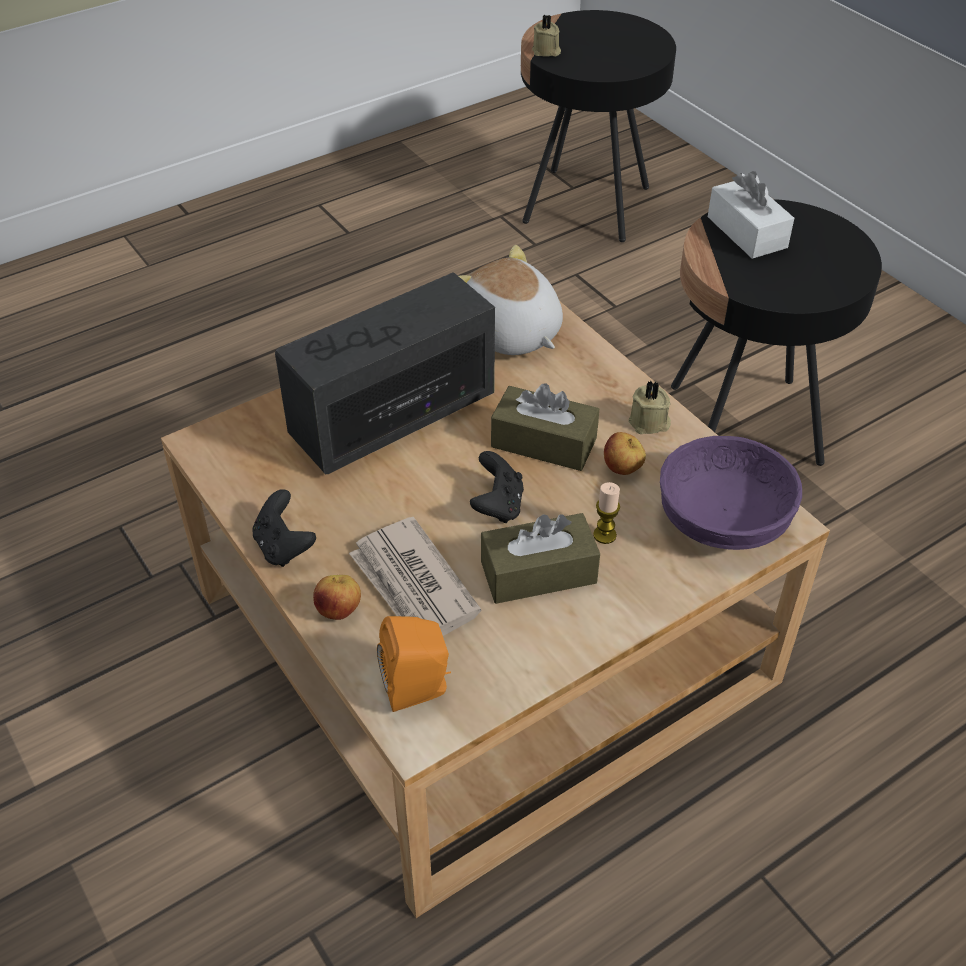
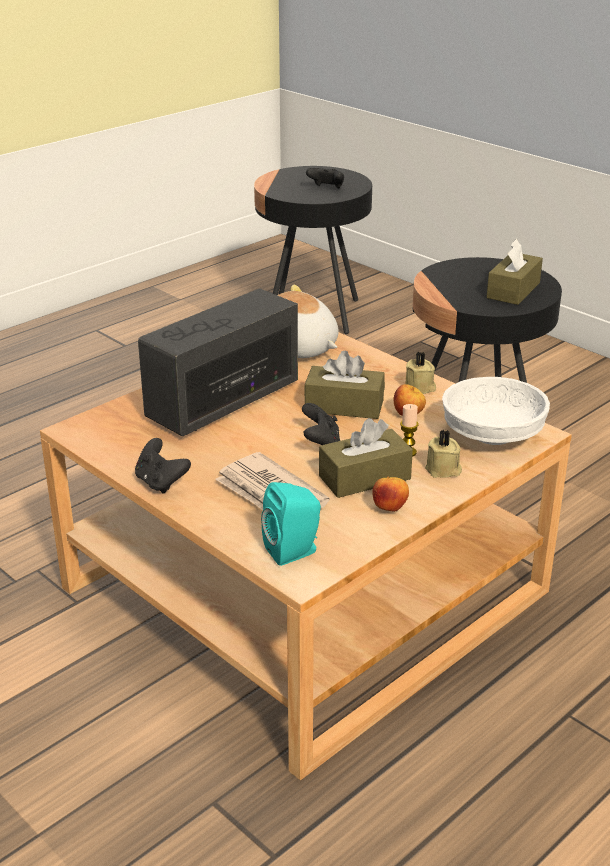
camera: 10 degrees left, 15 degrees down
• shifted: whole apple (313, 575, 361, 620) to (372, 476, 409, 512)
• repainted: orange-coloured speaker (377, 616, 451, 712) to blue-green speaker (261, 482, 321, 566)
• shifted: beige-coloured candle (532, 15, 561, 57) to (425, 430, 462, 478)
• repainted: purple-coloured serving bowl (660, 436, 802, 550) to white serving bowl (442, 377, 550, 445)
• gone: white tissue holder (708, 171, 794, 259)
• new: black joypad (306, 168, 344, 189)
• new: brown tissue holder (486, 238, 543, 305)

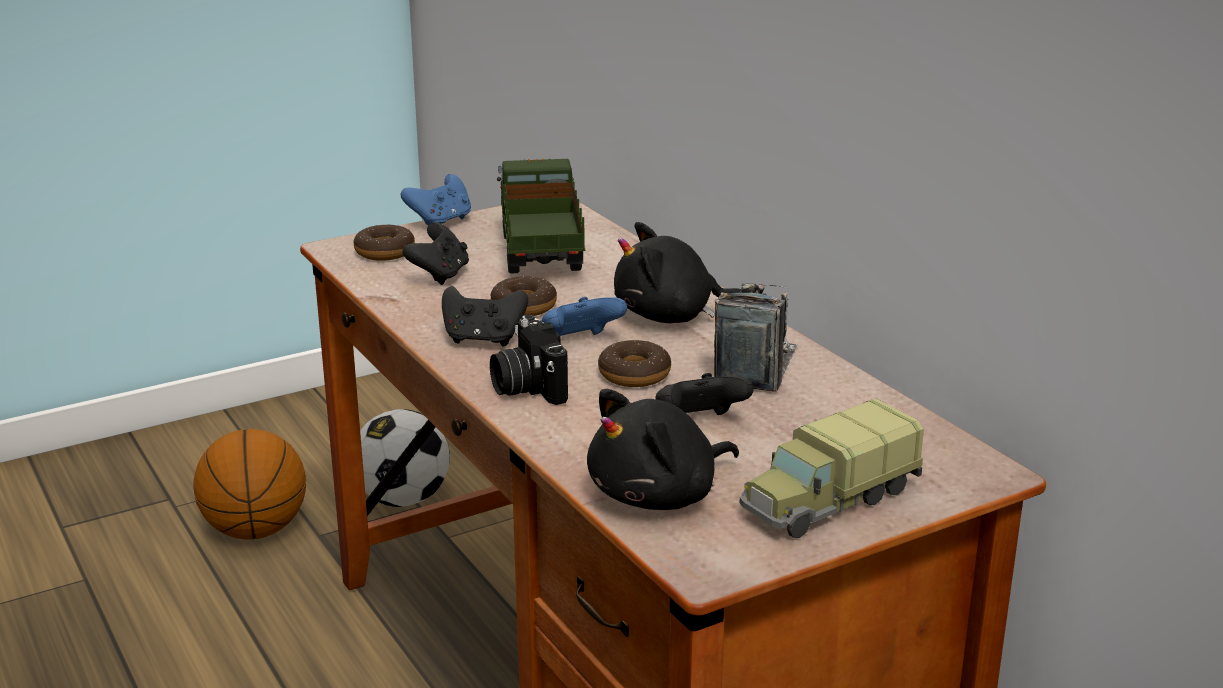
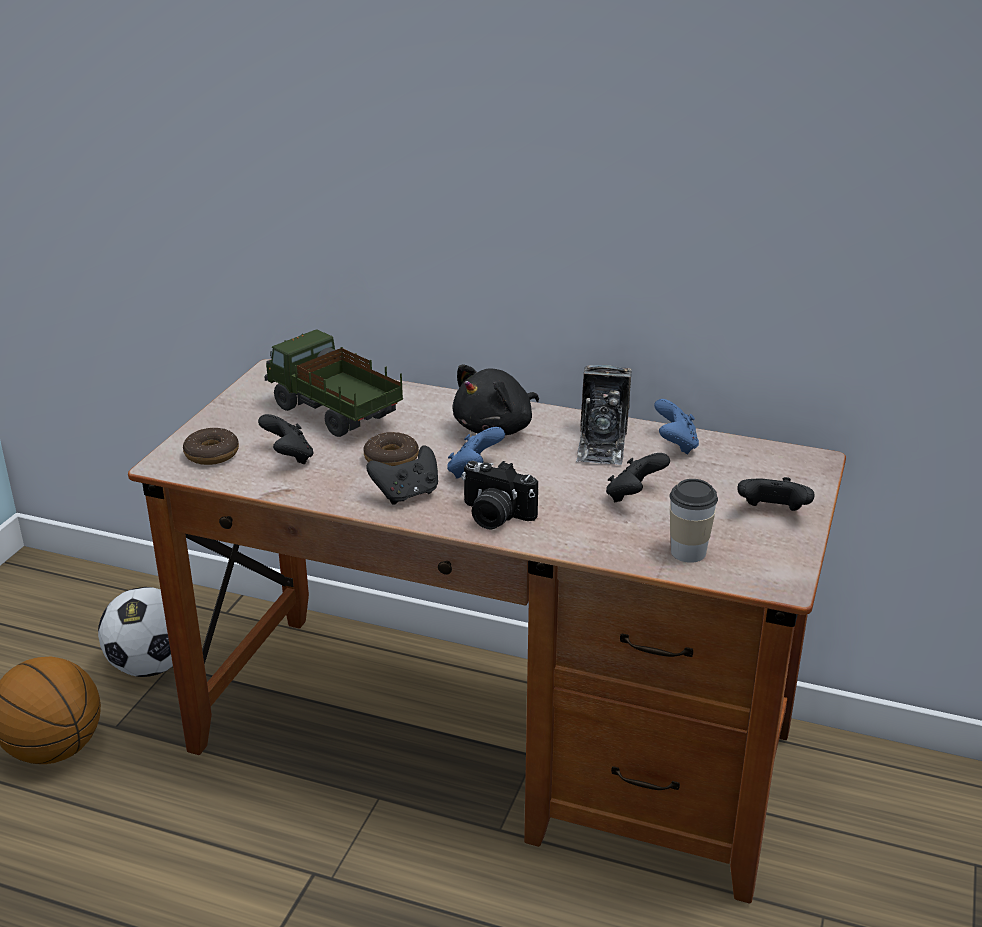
camera: 40 degrees left, 5 degrees up
• shifted: blue-coloured joypad (401, 174, 471, 225) to (654, 399, 699, 455)
• swapped: black plush toy (587, 389, 739, 510) to small cup (669, 479, 718, 563)
• gone: donut (598, 340, 671, 387)
• rotated: photo camera (714, 283, 798, 392) = (576, 365, 632, 465) 150 degrees counterclockwise
• swapped: toy lorry (740, 399, 924, 538) to black joypad (737, 477, 815, 511)

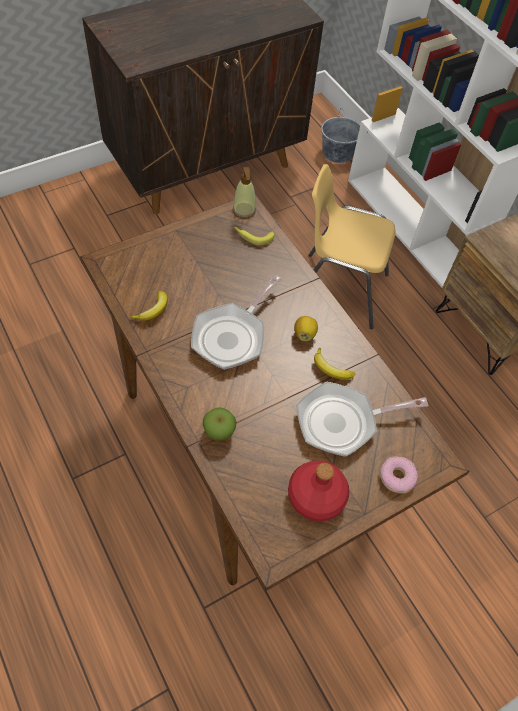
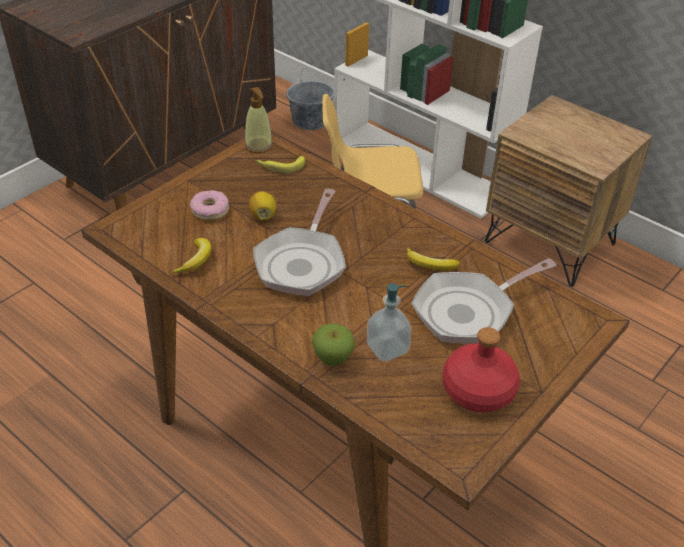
camera: 15 degrees left, 15 degrees down
• shifted: lemon (294, 316, 318, 341) to (249, 192, 277, 220)
• shifted: donut (380, 456, 418, 494) to (190, 190, 229, 220)
• new: liquid soap bottle (367, 283, 412, 362)

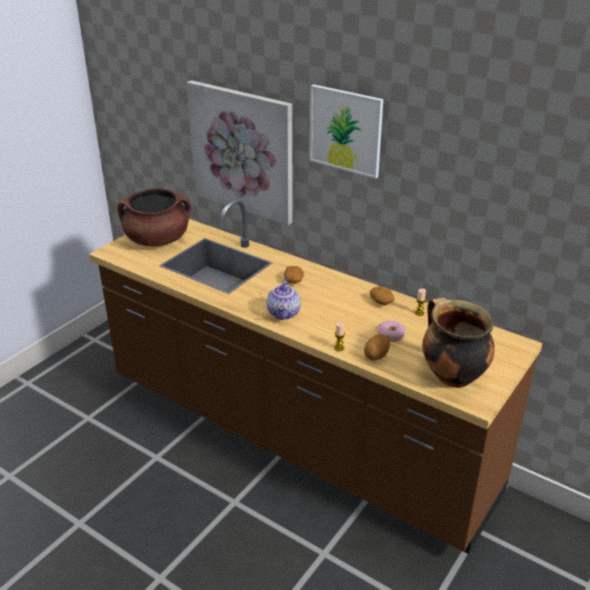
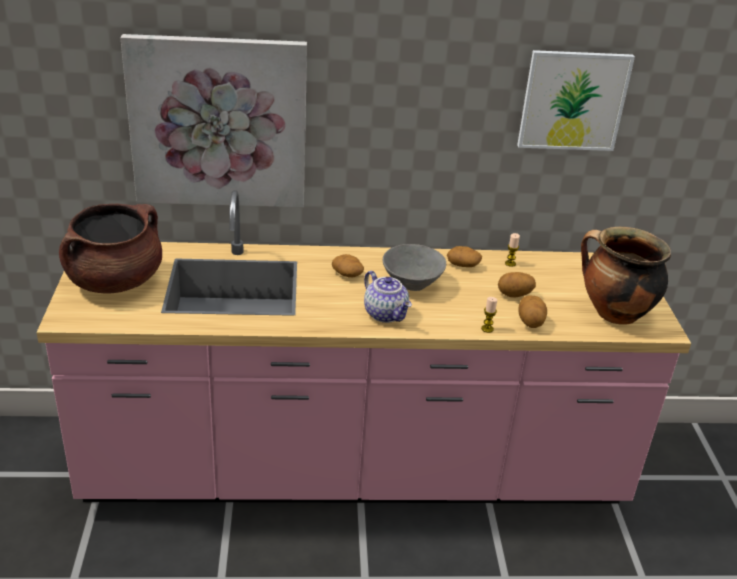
camera: 40 degrees left, 0 degrees up
• repainted: brown kitchen base unit (89, 200, 542, 554) to pink-coloured kitchen base unit (36, 190, 691, 504)
• shifted: wall art (310, 84, 383, 179) to (517, 50, 635, 151)
• swapped: donut (378, 321, 405, 342) to whole potato (498, 272, 536, 298)
• new: gray serving bowl (383, 244, 446, 291)

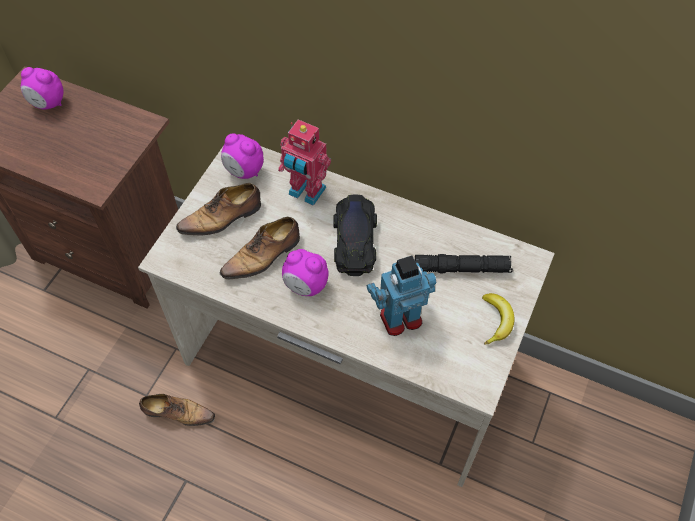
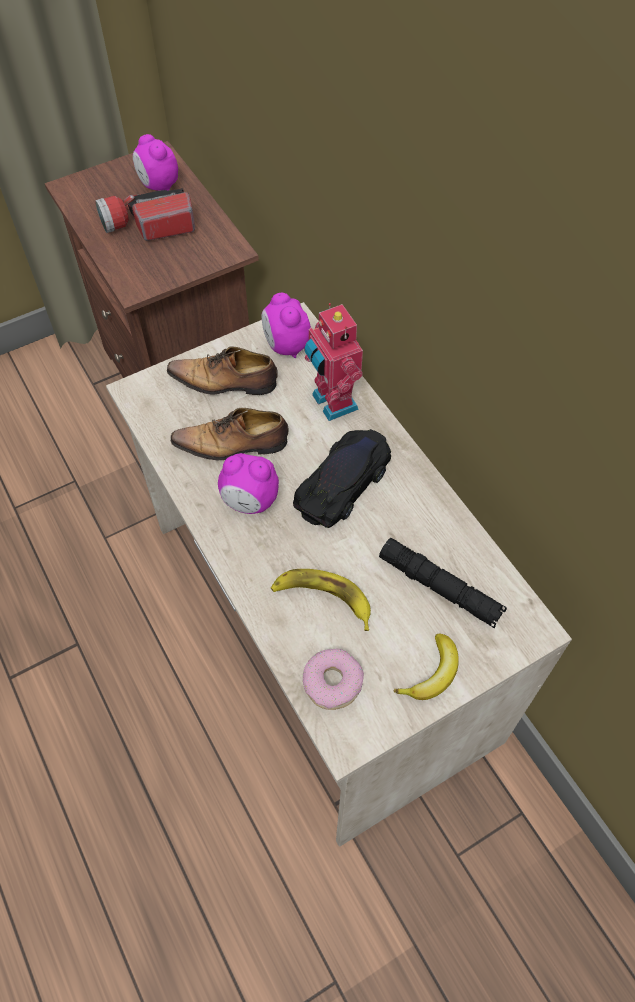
camera: 35 degrees right, 0 degrees up
• gone: item of footwear (139, 394, 215, 426)
• rotated: bedside clock (282, 249, 329, 296) = (218, 453, 279, 514) 45 degrees counterclockwise
• swapped: model robot (367, 256, 436, 336) to whole banana (271, 569, 371, 631)
• new: torch (95, 188, 195, 241)
• new: donut (302, 649, 364, 710)

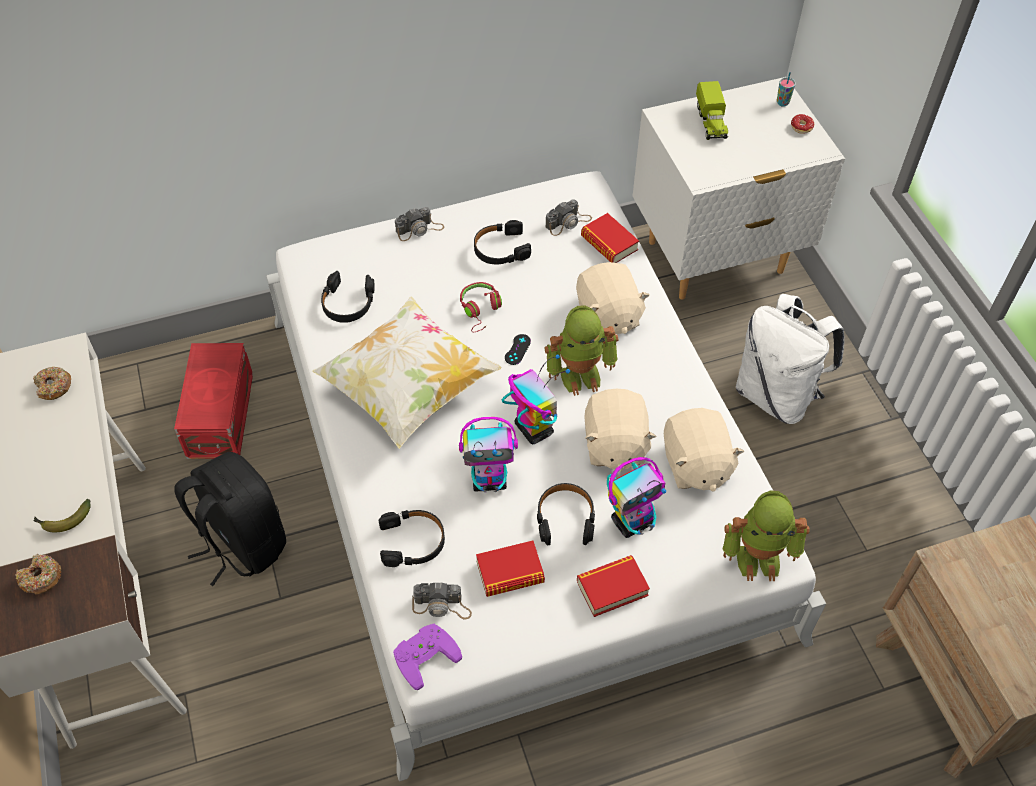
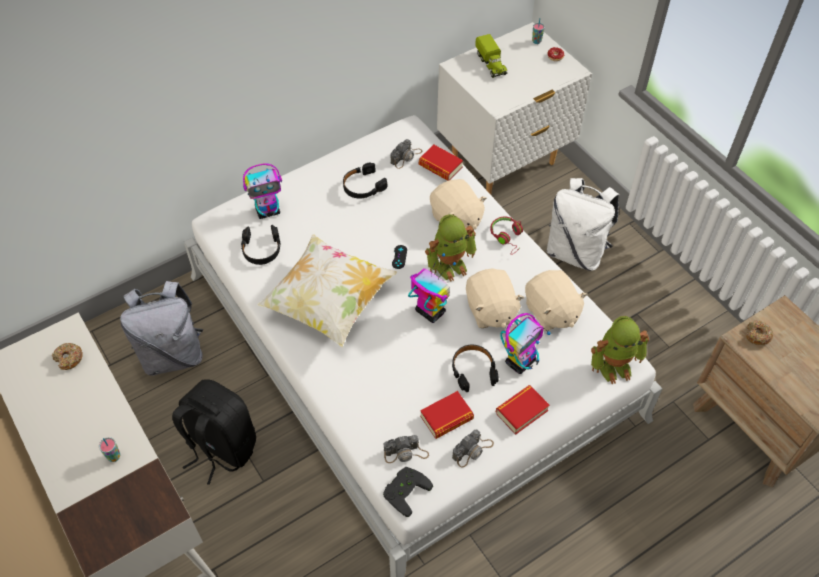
camera: 15 degrees left, 0 degrees up
• shifted: donut (15, 554, 61, 594) to (746, 321, 773, 345)
• swapped: whole banana (33, 499, 91, 532) to small cup (99, 437, 120, 462)
• swapped: reddish storage container (174, 343, 253, 459) to gray backpack (120, 281, 203, 376)
• gone: black pair of headphones (379, 510, 445, 567)
• repainted: purple-coloured joypad (393, 624, 462, 690) to black joypad (383, 467, 433, 517)
• shifted: photo camera (395, 207, 444, 241) to (452, 430, 494, 468)
• shifted: model robot (459, 417, 518, 493) to (243, 164, 282, 219)
• shifted: reddish pair of headphones (460, 282, 502, 332) to (490, 216, 523, 255)

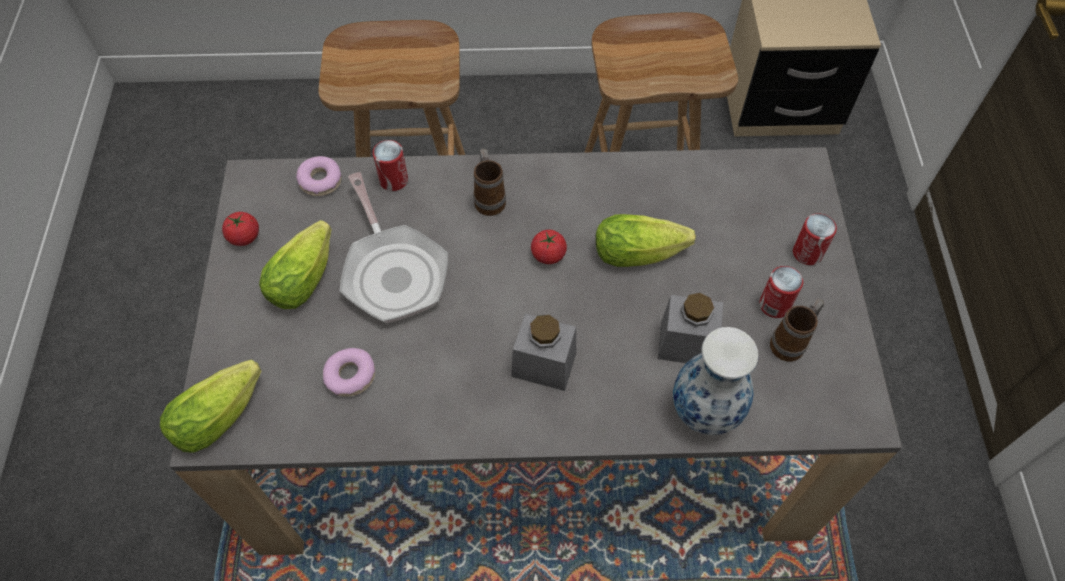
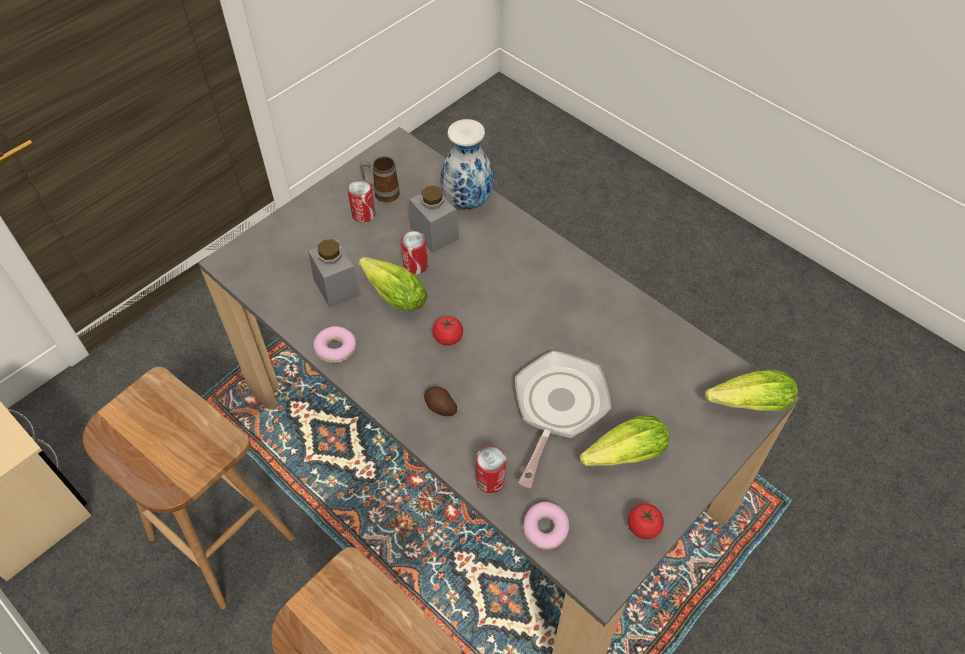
camera: 135 degrees left, 5 degrees down
• shifted: donut (323, 348, 375, 397) to (313, 326, 356, 363)
• swapped: coffee mug (474, 149, 506, 216) to whole potato (424, 386, 457, 416)
• shifted: gray preserve jar (511, 314, 576, 391) to (308, 239, 361, 308)
• shifted: metal can (793, 213, 837, 265) to (401, 231, 428, 275)

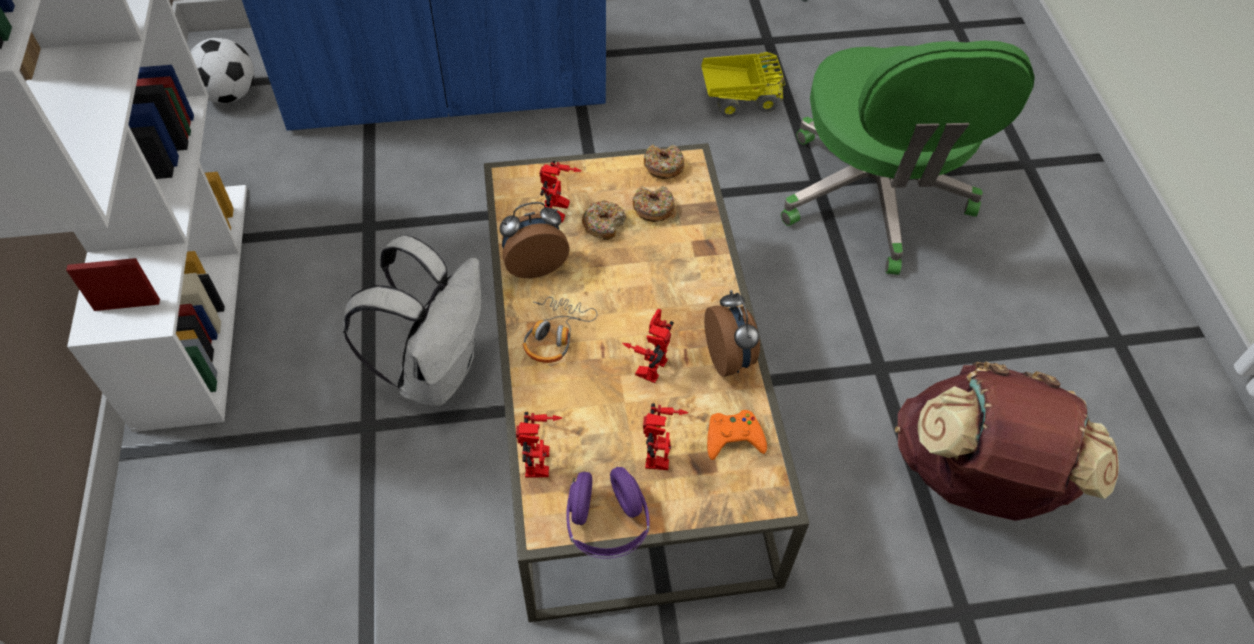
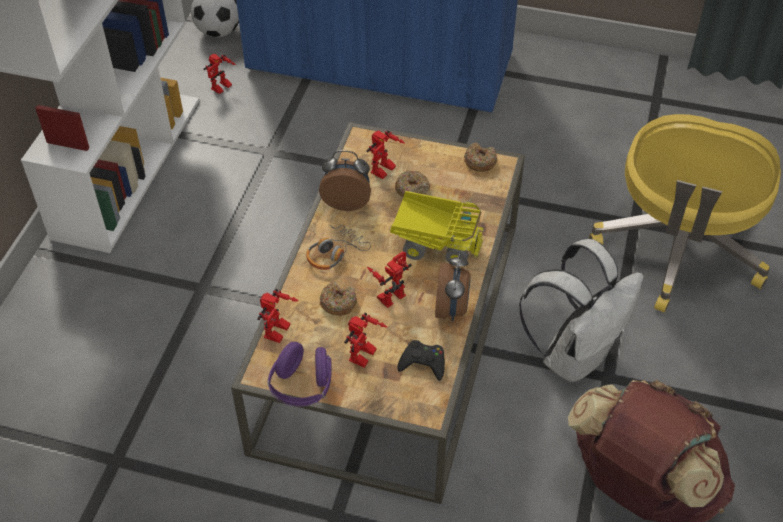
camera: 25 degrees right, 5 degrees down
• shifted: white backpack (343, 235, 482, 406) to (519, 239, 644, 383)
• shifted: donut (633, 186, 675, 222) to (319, 281, 357, 316)
• shifted: toy lorry (701, 52, 786, 118) to (390, 191, 484, 262)
• repainted: orange-coloured joypad (707, 410, 767, 460) to black joypad (397, 340, 445, 381)
• repainted: green-coloured desk chair (781, 41, 1035, 275) to yellowish desk chair (589, 114, 781, 313)
• new: model robot (203, 54, 236, 94)

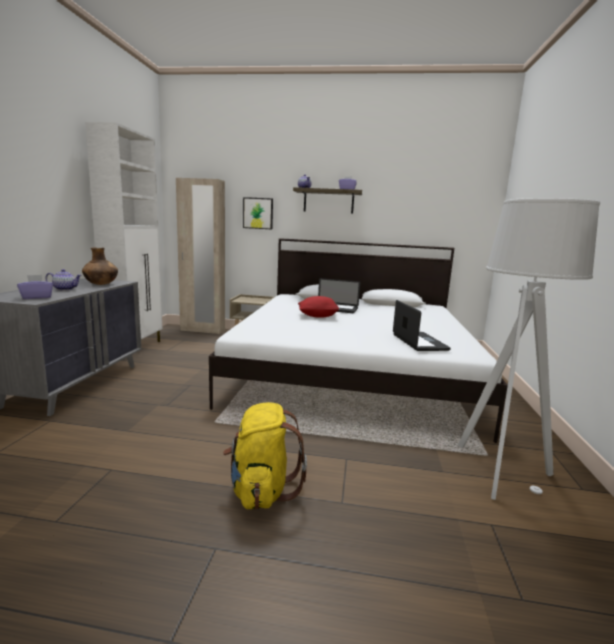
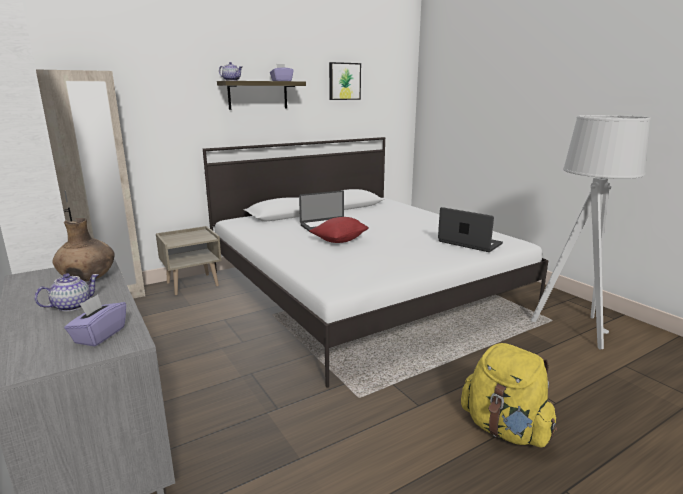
camera: 40 degrees left, 5 degrees up
• shifted: wall art (243, 197, 273, 229) to (329, 62, 361, 100)

